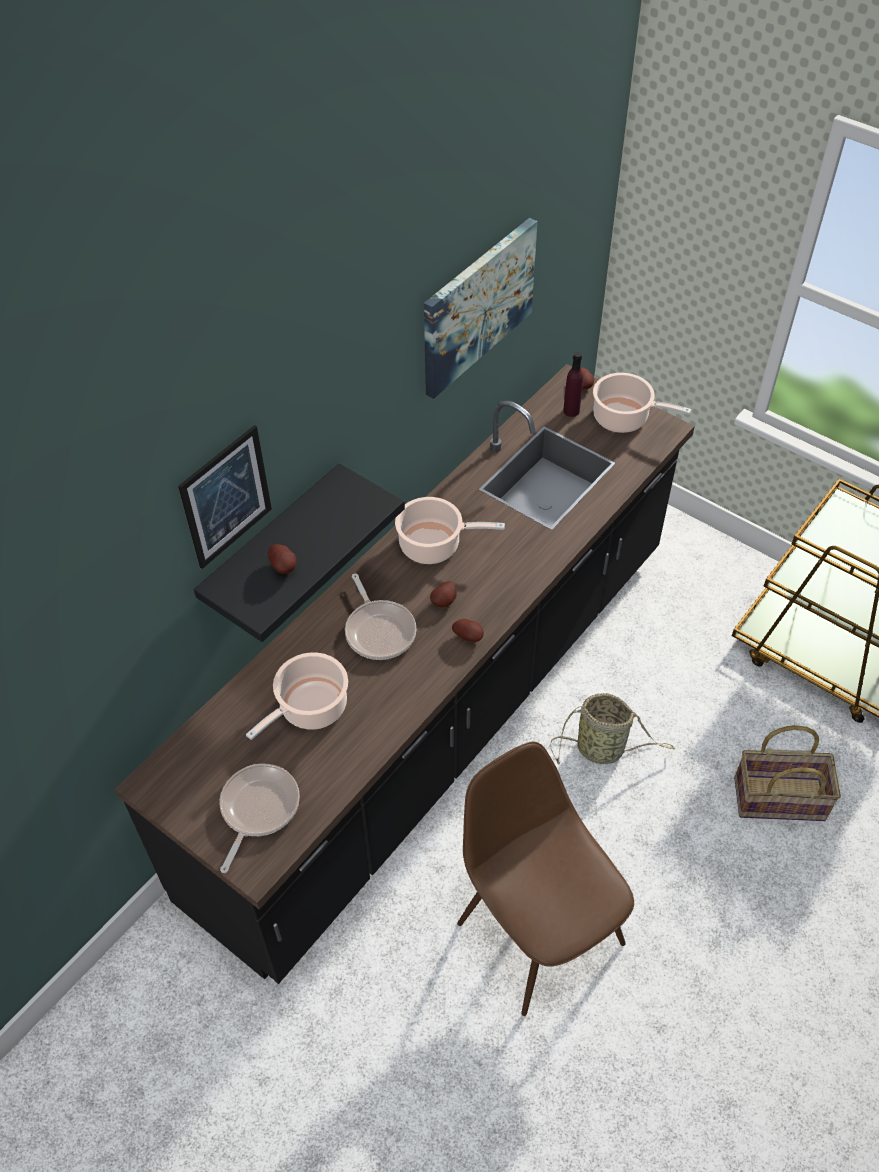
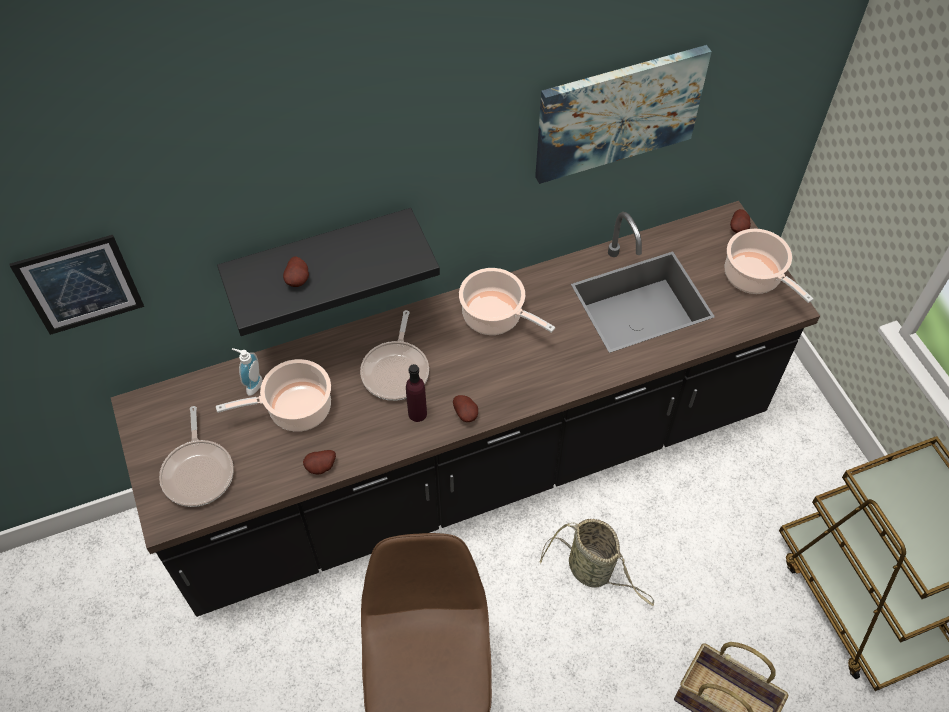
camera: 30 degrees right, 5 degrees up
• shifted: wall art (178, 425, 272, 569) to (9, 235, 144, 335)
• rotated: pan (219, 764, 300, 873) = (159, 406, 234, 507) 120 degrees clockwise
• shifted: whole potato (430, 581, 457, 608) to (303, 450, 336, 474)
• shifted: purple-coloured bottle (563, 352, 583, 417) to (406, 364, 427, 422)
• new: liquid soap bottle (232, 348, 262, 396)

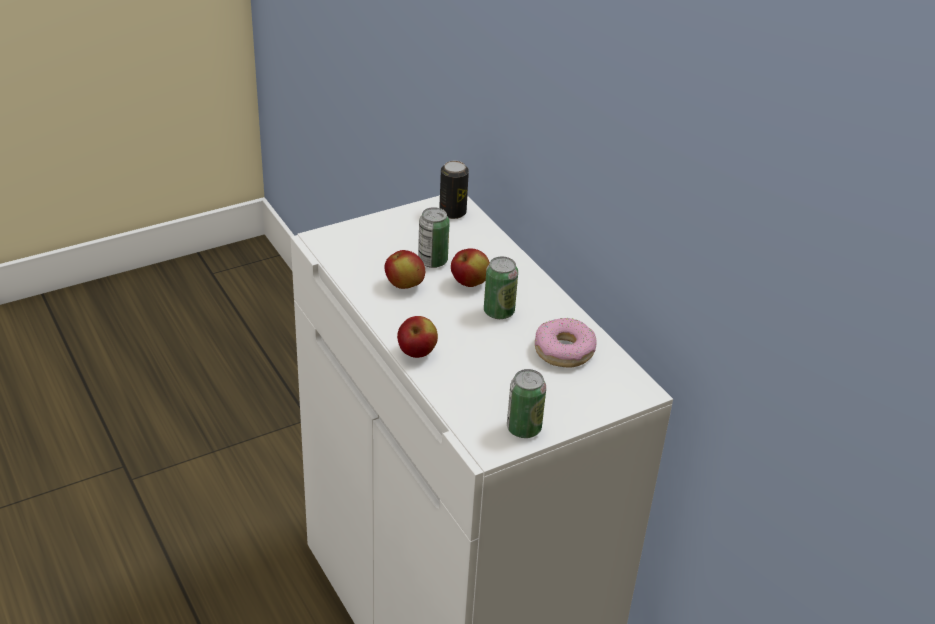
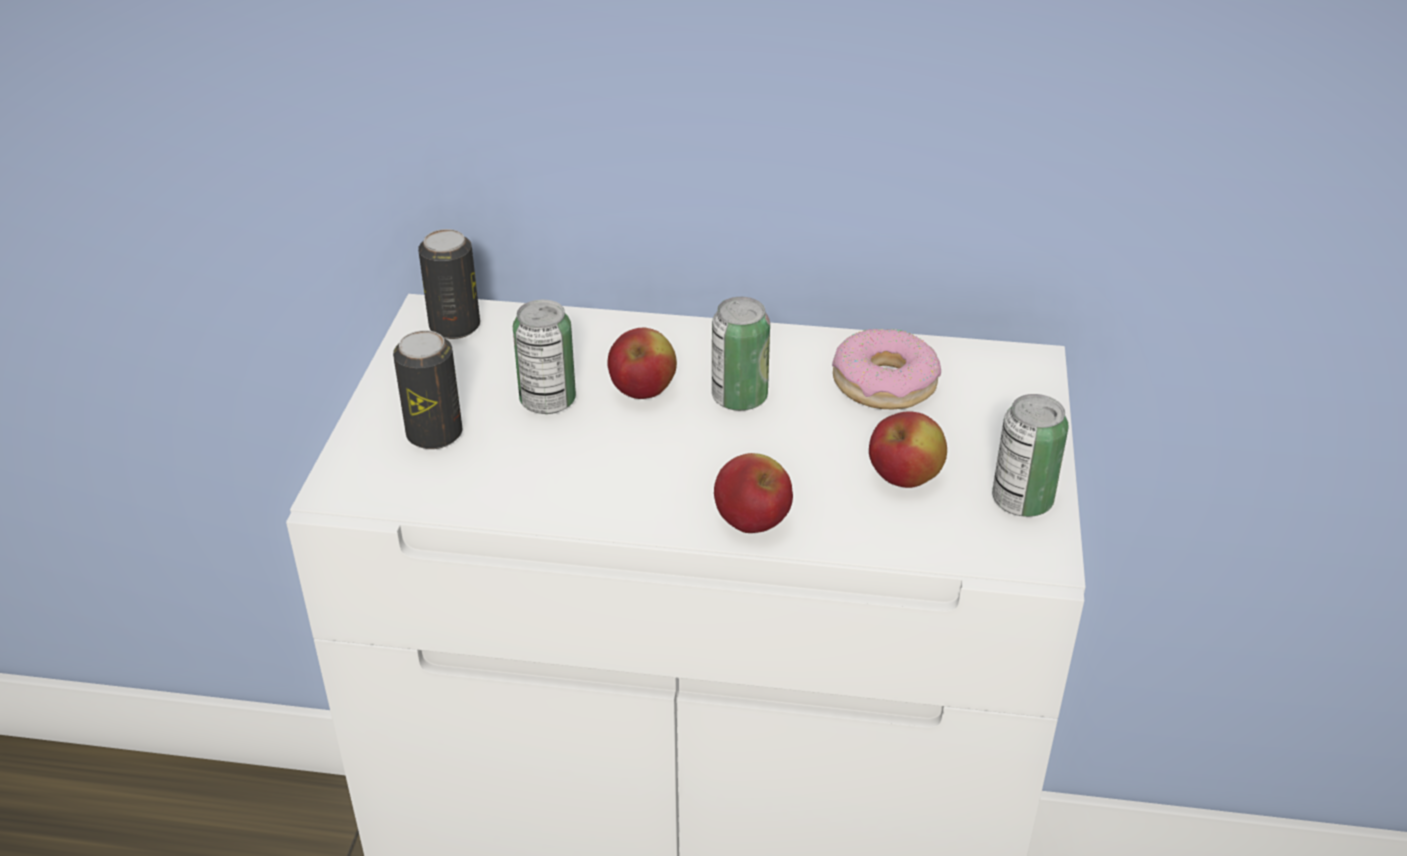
camera: 50 degrees left, 0 degrees up
• shifted: whole apple (385, 250, 425, 289) to (869, 412, 947, 488)
• new: metal can (393, 330, 463, 449)

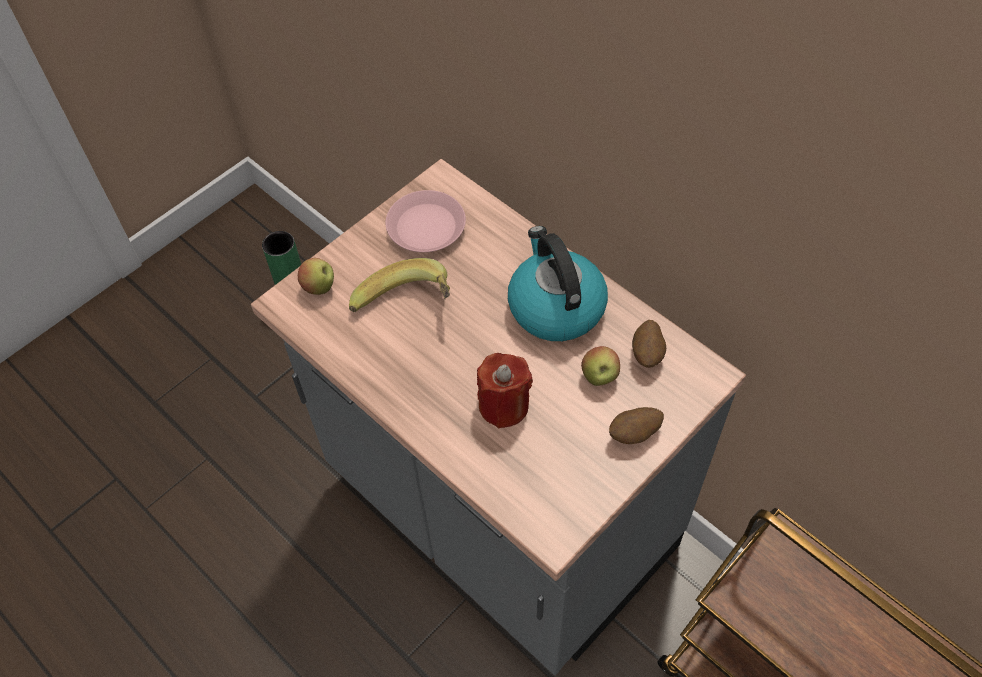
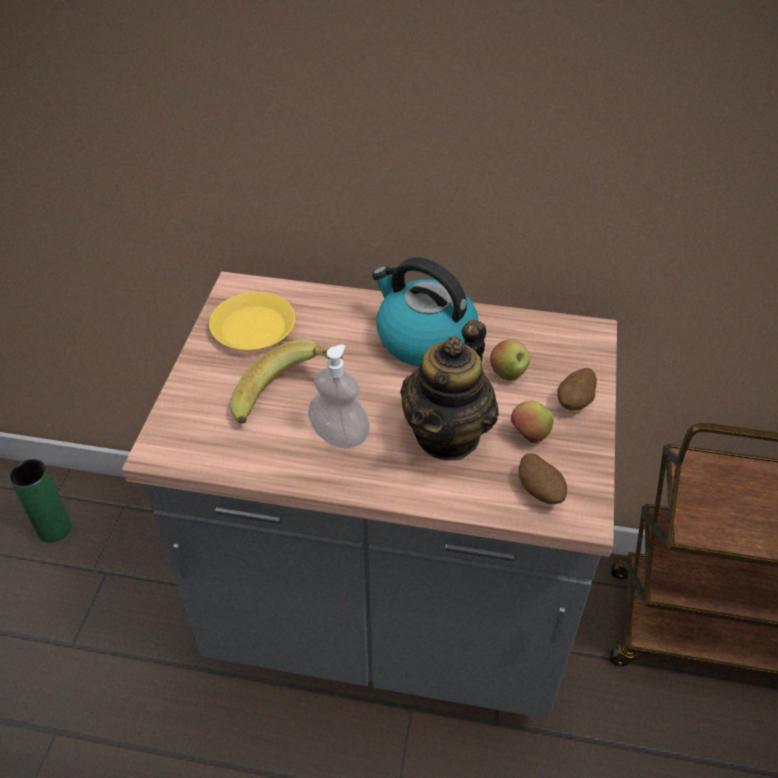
camera: 35 degrees left, 10 degrees down
• shifted: whole apple (298, 258, 334, 295) to (511, 401, 554, 443)
• repainted: pink-coloured plate (386, 190, 466, 252) to yellowish plate (209, 292, 295, 351)
• swapped: reddish candle (477, 353, 533, 428) to teapot (400, 320, 499, 461)
• shifted: whole potato (632, 320, 666, 368) to (519, 453, 567, 504)
• new: liquid soap bottle (308, 344, 370, 449)

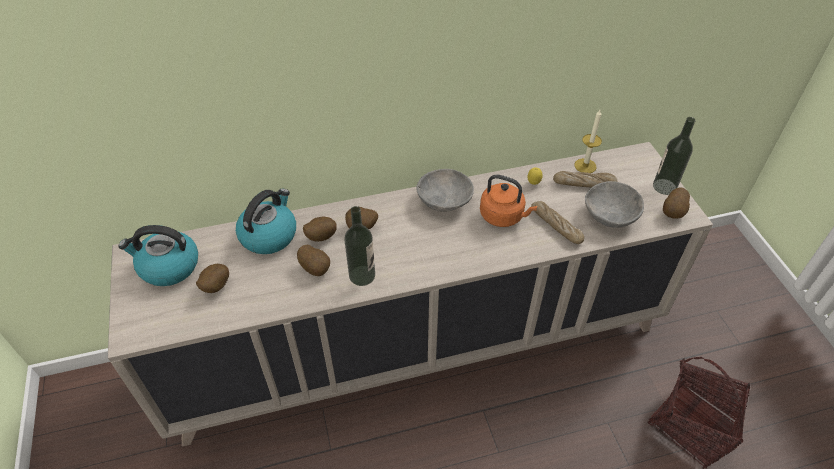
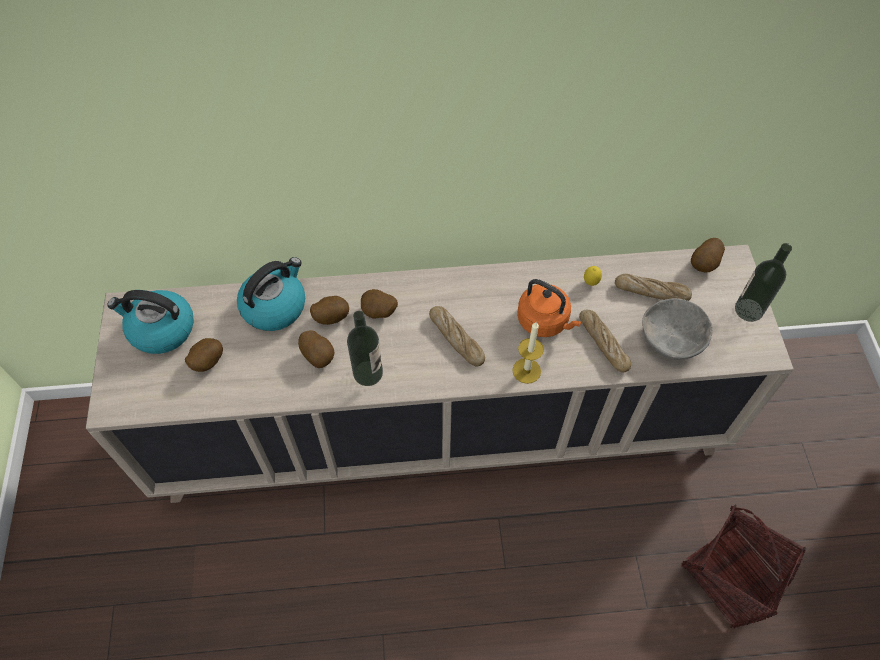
camera: 10 degrees right, 10 degrees up
• gone: gray serving bowl (416, 169, 474, 212)
• shifted: candle (574, 110, 602, 173) to (513, 322, 544, 384)
• shifted: whole potato (663, 188, 690, 219) to (691, 238, 725, 273)
• new: bread (429, 306, 485, 367)

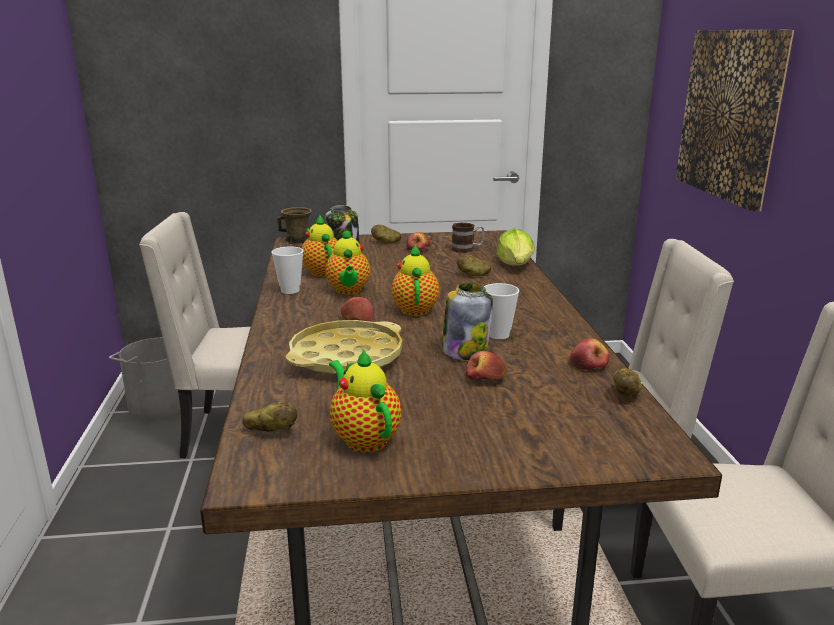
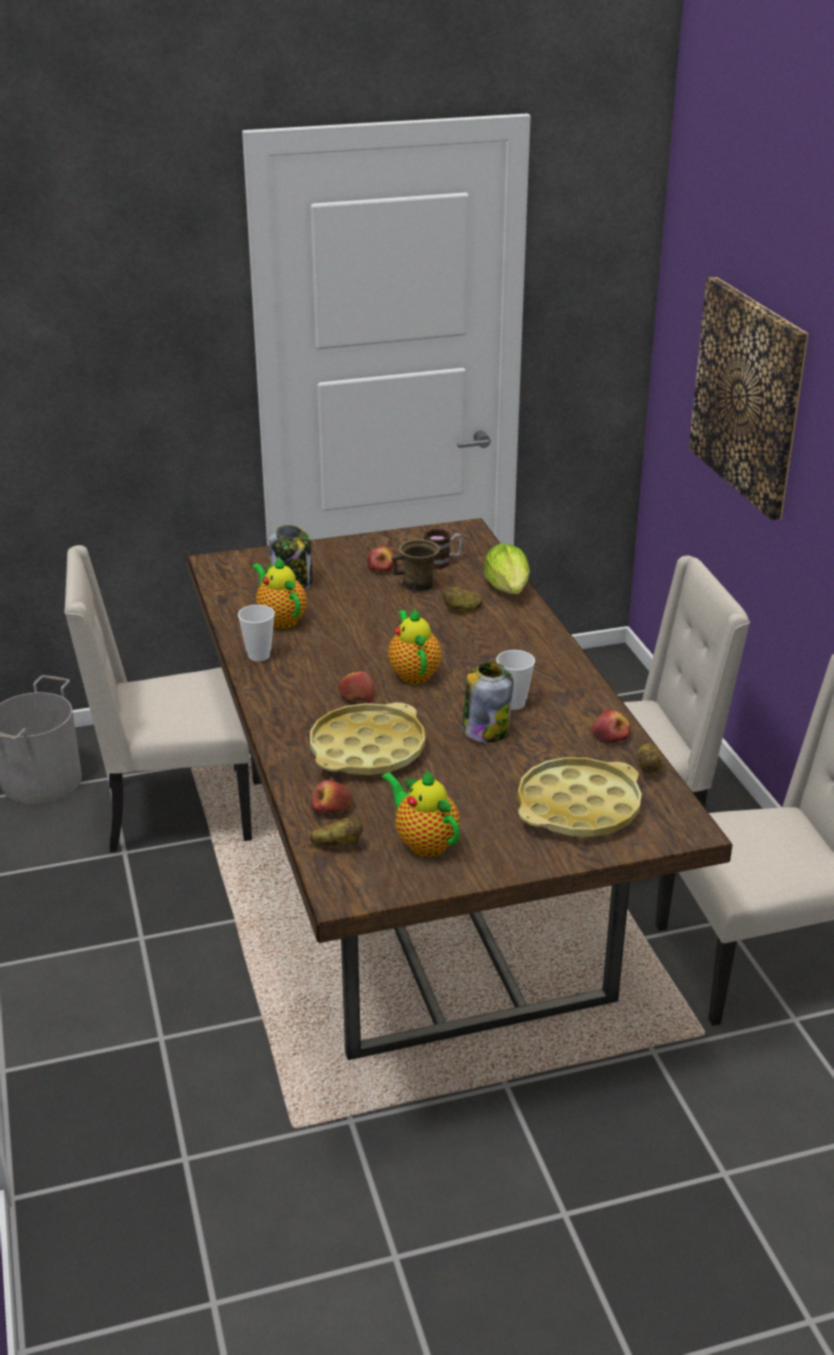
camera: 10 degrees left, 10 degrees up
• shifted: brown coffee mug (277, 207, 312, 244) to (391, 539, 440, 593)
• gone: teapot (325, 229, 370, 295)
• gone: whole potato (371, 225, 401, 243)
• shifted: whole apple (466, 351, 507, 381) to (311, 780, 353, 814)
• new: yellowish tray (518, 757, 642, 838)

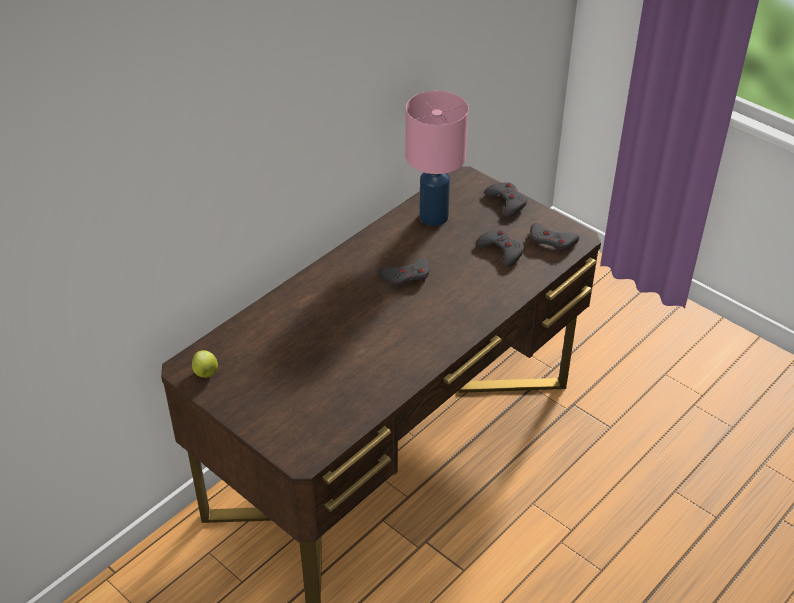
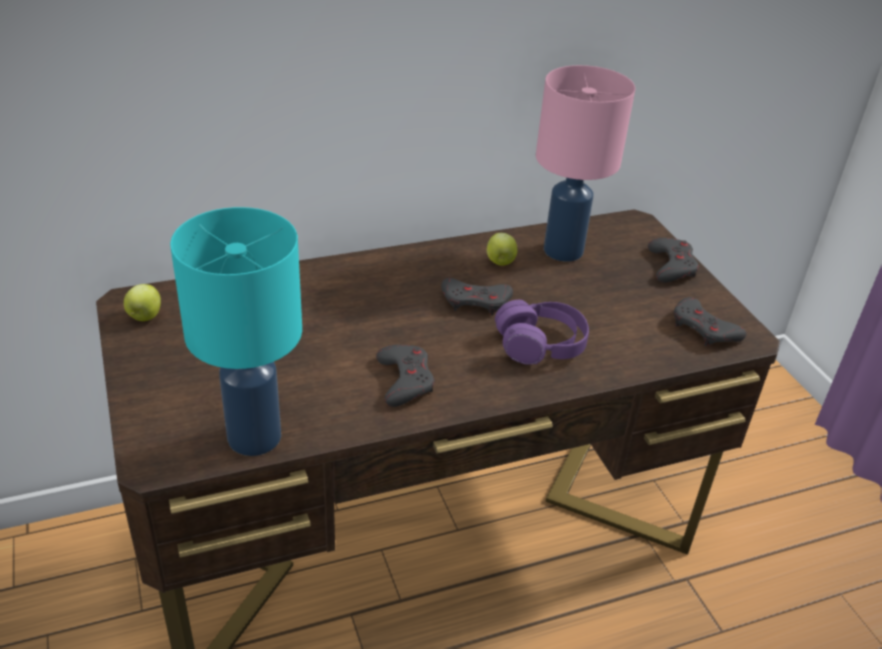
camera: 25 degrees right, 5 degrees down
• shifted: gray joypad (476, 229, 524, 268) to (376, 345, 434, 407)
• new: blue-green table lamp (170, 207, 302, 456)
• new: whole apple (487, 233, 518, 266)
• new: purple-coloured pair of headphones (495, 300, 589, 365)

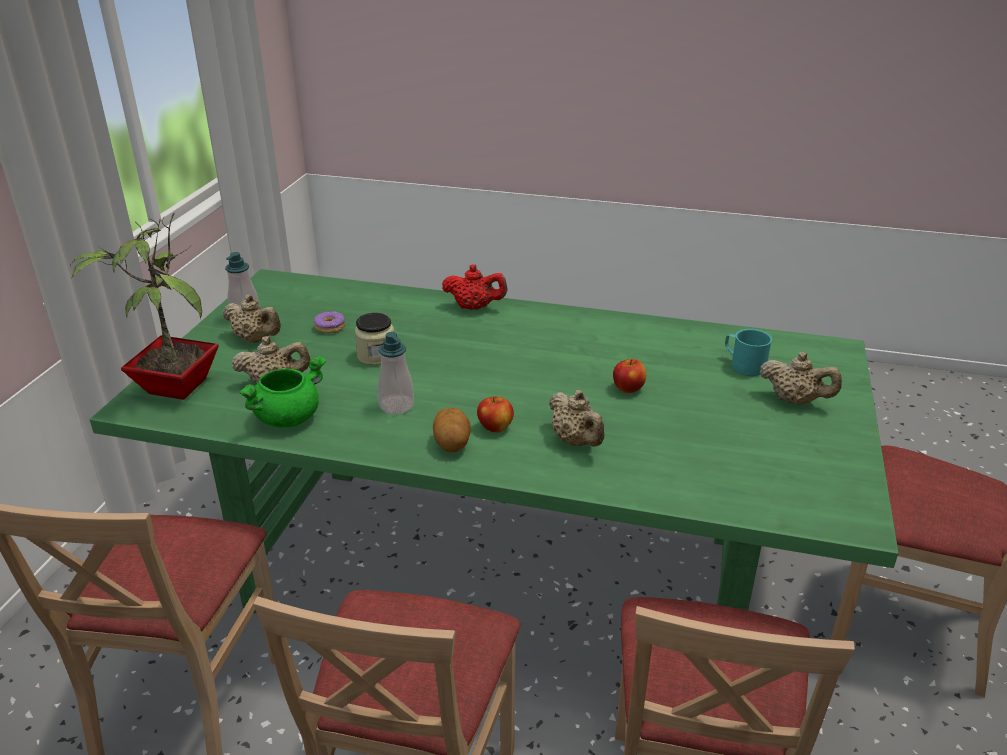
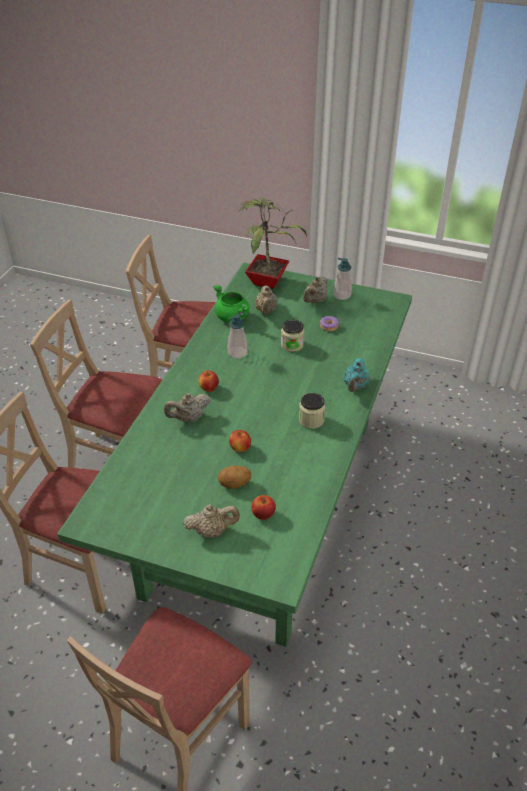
camera: 95 degrees right, 10 degrees up
• shifted: whole potato (433, 408, 471, 452) to (218, 466, 251, 489)
• repainted: reddish teapot (442, 265, 508, 310) to blue-green teapot (343, 358, 369, 392)
• swapped: blue-green coffee mug (725, 329, 772, 376) to whole apple (251, 495, 276, 520)
• rotated: beige-coloured teapot (760, 352, 842, 405) = (183, 504, 240, 538) 135 degrees counterclockwise
• new: preserve jar (299, 393, 325, 429)

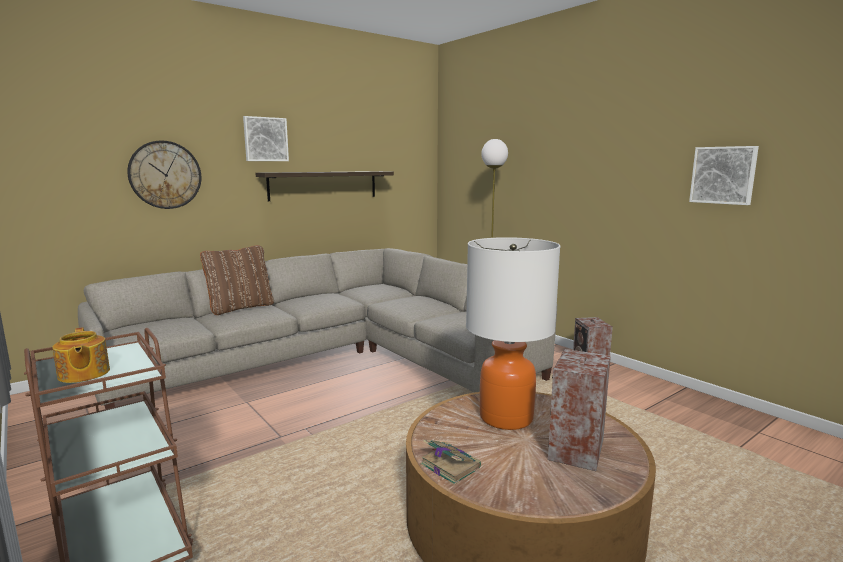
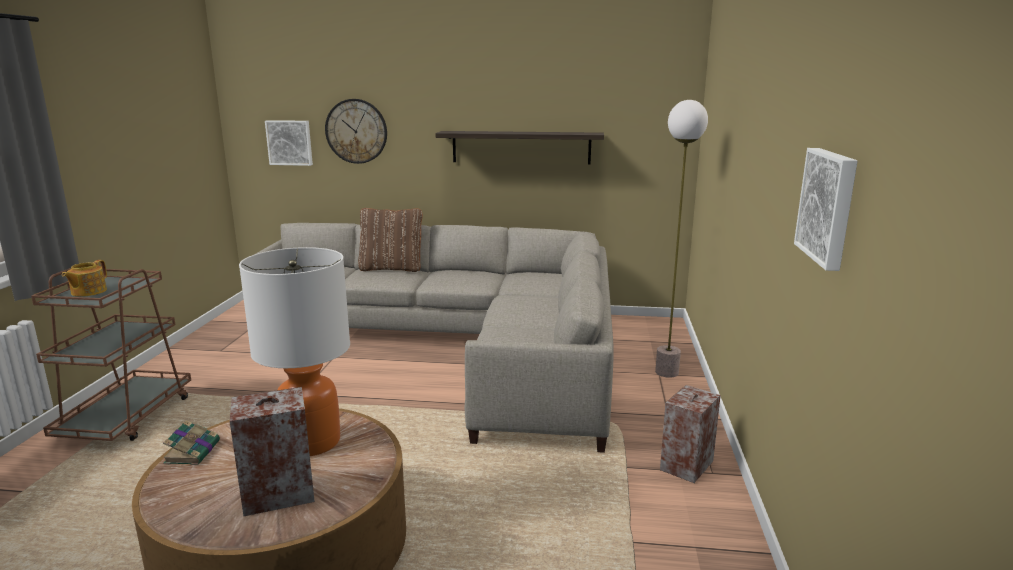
camera: 45 degrees right, 5 degrees up
• shifted: wall art (243, 116, 289, 161) to (265, 120, 313, 166)

